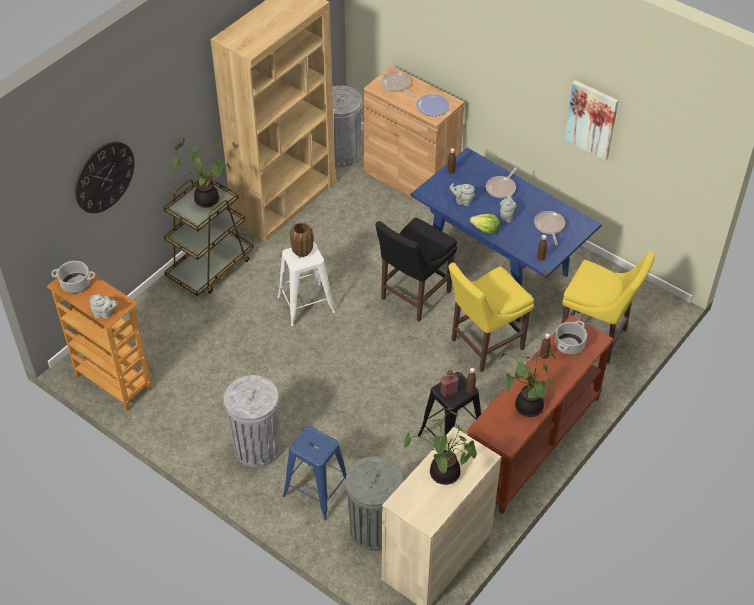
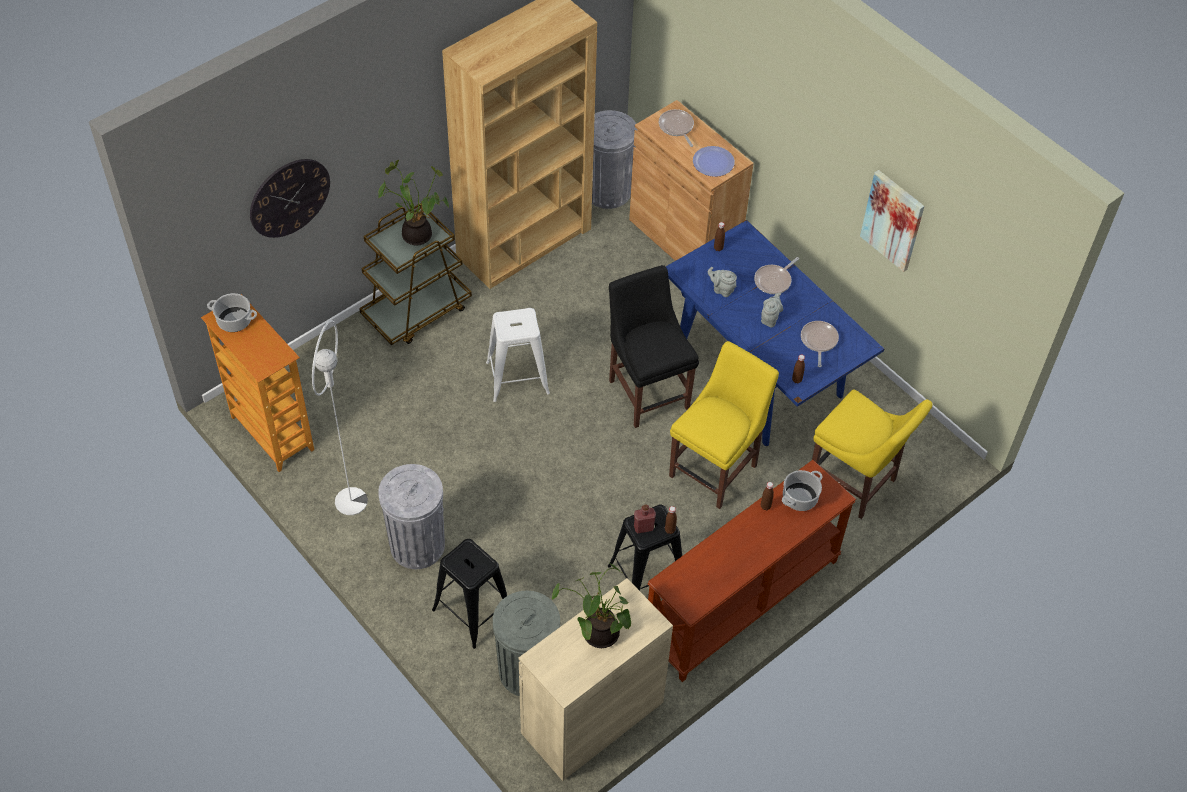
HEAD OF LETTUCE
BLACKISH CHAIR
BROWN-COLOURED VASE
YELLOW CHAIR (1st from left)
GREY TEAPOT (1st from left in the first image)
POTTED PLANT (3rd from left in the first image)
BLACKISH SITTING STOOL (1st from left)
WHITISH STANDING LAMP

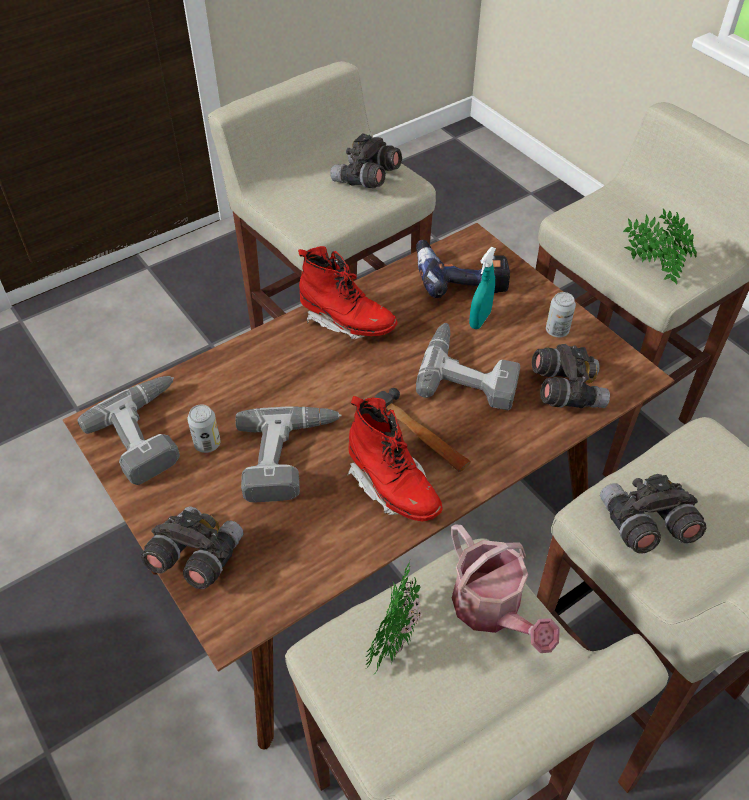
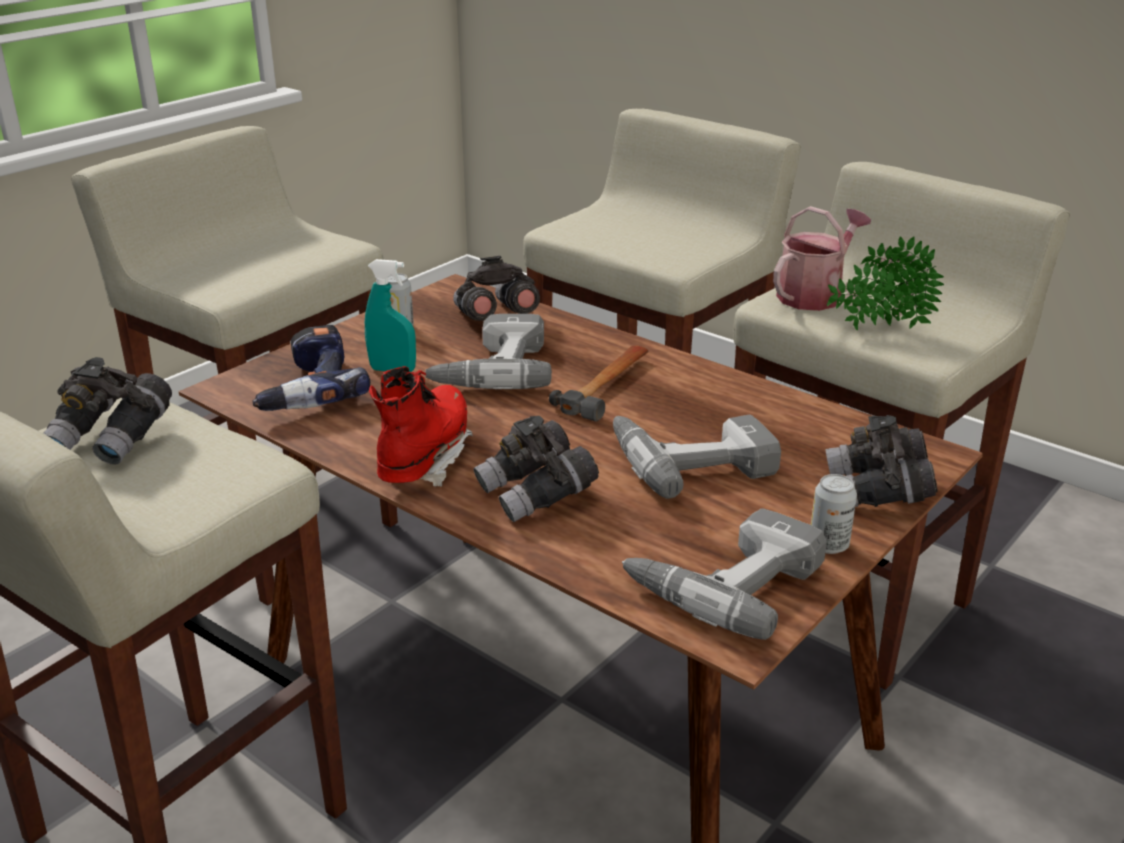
POTTED PLANT (2nd from left in the first image)
RED-COLOURED TALL BOOT (2nd from left in the first image)
CAN (2nd from left)
GREY PAIR OF BINOCULARS (3rd from left)

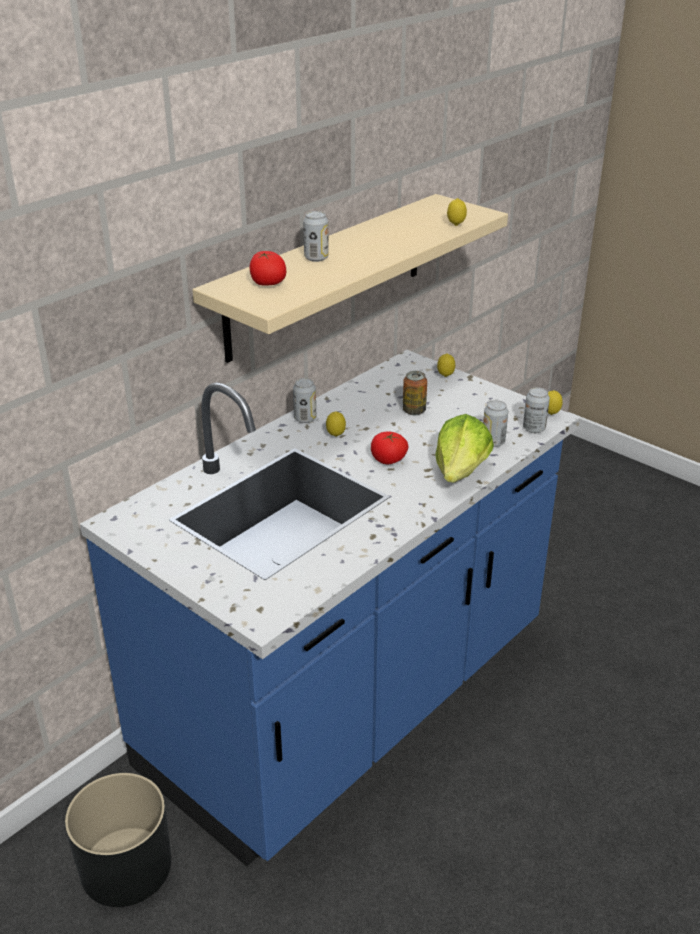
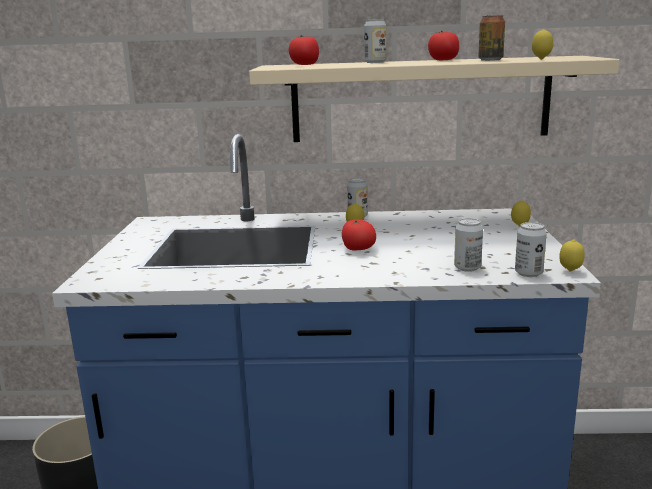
CAN (4th from left)
HEAD OF LETTUCE
WHOLE TOMATO (3rd from left)

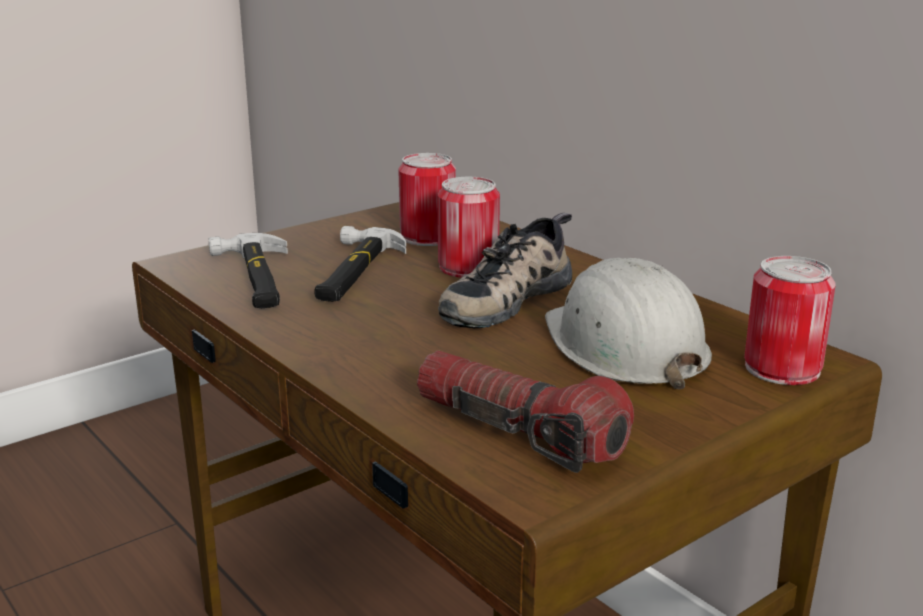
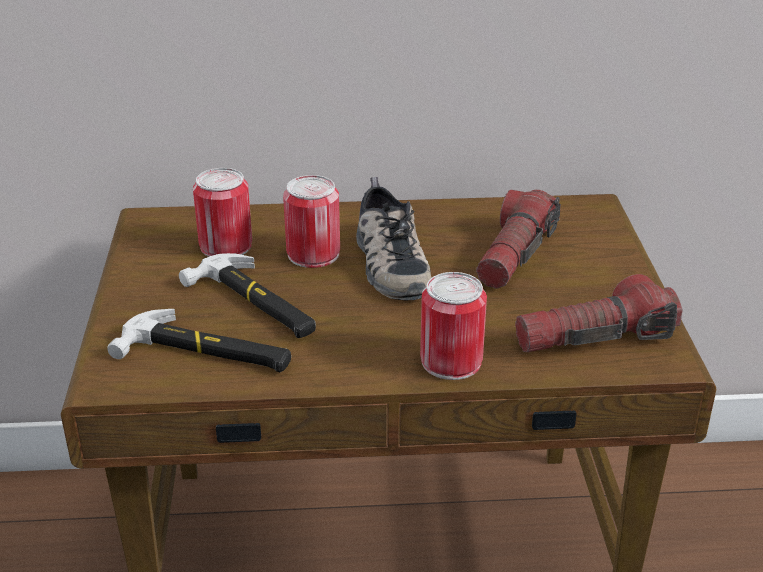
CAN (3rd from left)
HAND TORCH (1st from left)

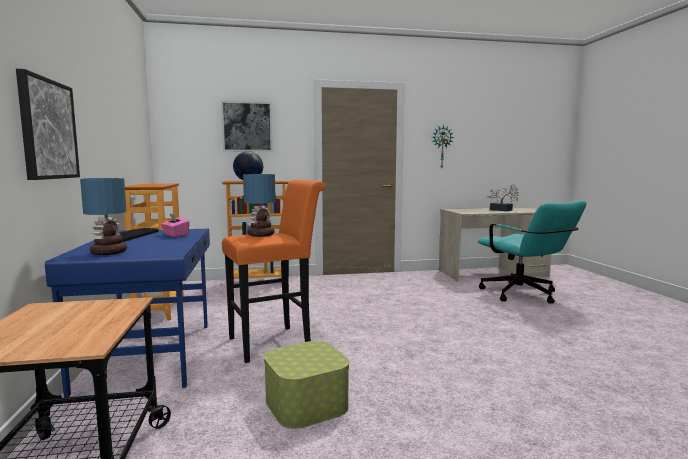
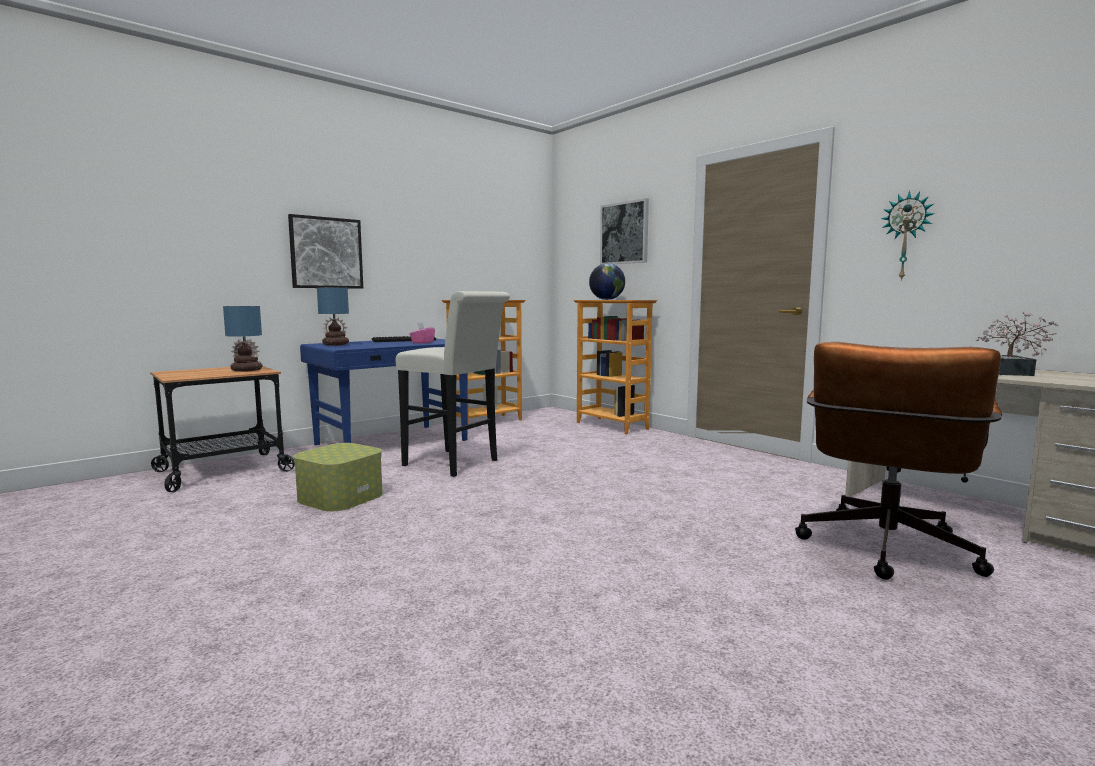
TABLE LAMP (1st from left)
WHITISH SITTING STOOL
BROWN-COLOURED DESK CHAIR

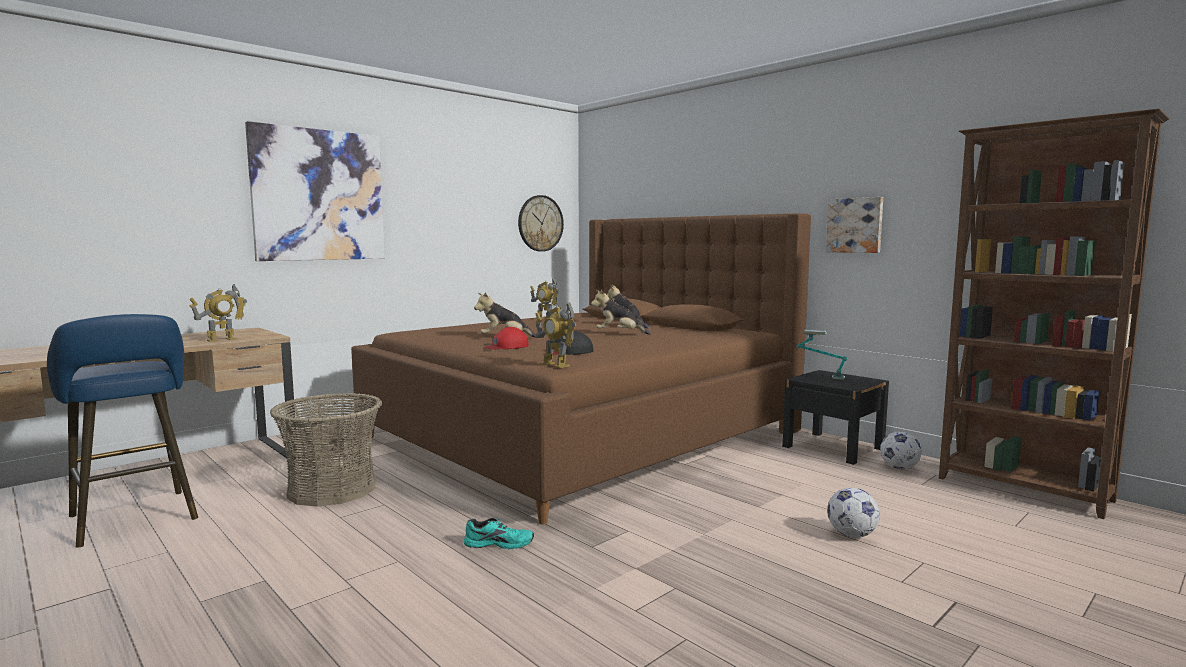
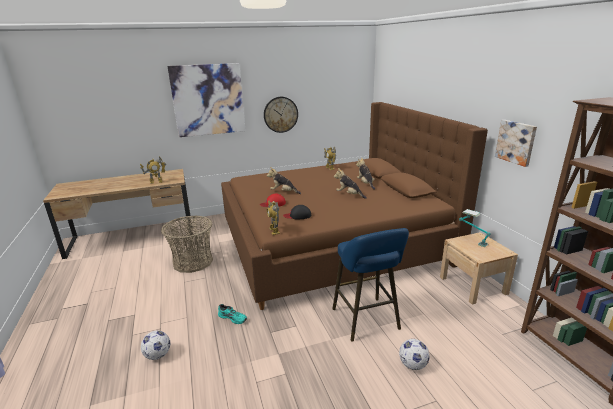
HANGING CLOCK
BLUE SITTING STOOL
BEIGE BEDSIDE TABLE
FOOTBALL BALL (1st from left)

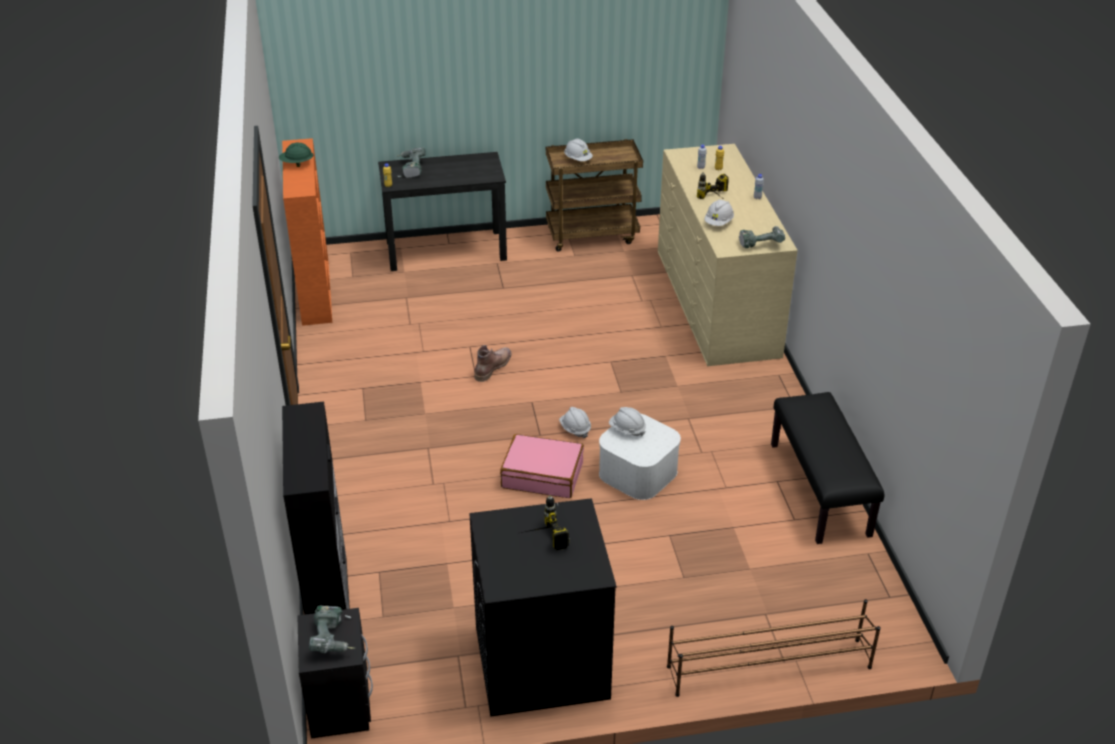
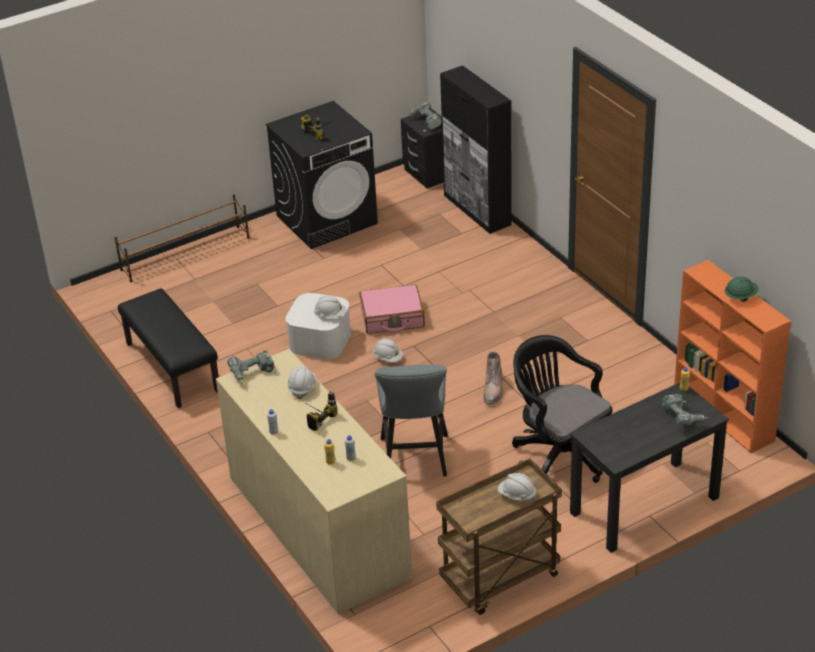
BLACKISH DESK CHAIR
GREY SITTING STOOL

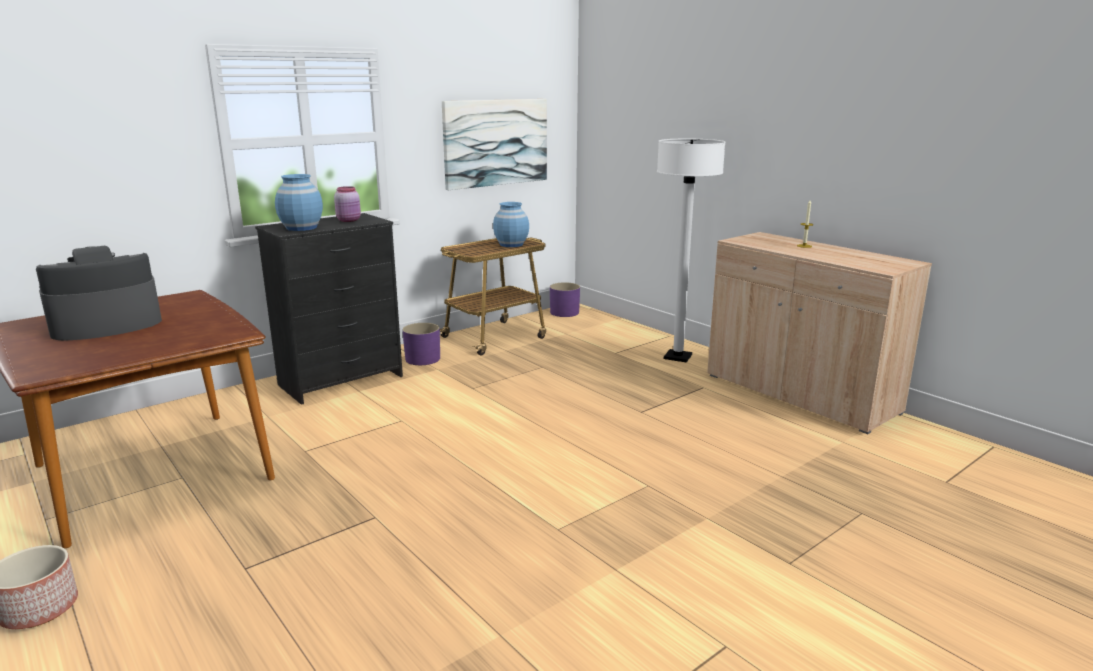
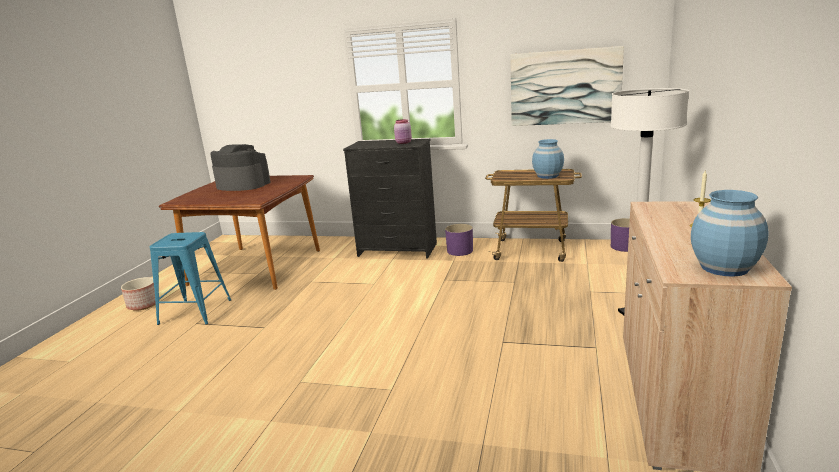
BLUE VASE (2nd from left)
BLUE SITTING STOOL

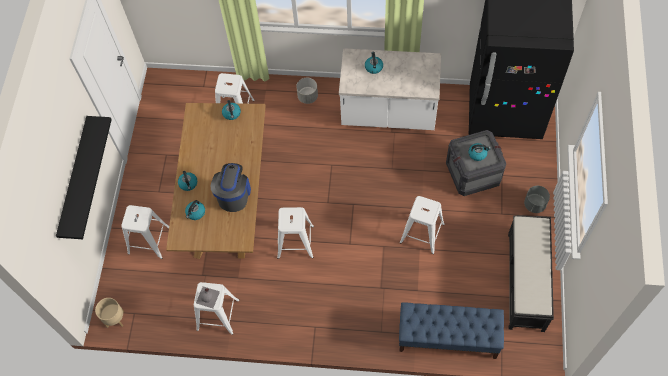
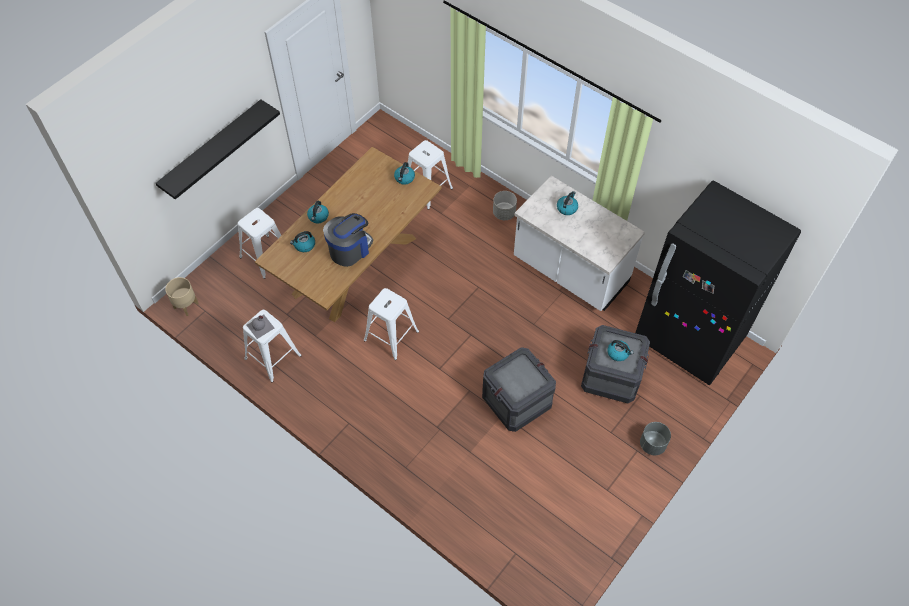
PACKING CRATE (1st from left)
BLACKISH BENCH
BLUE BENCH

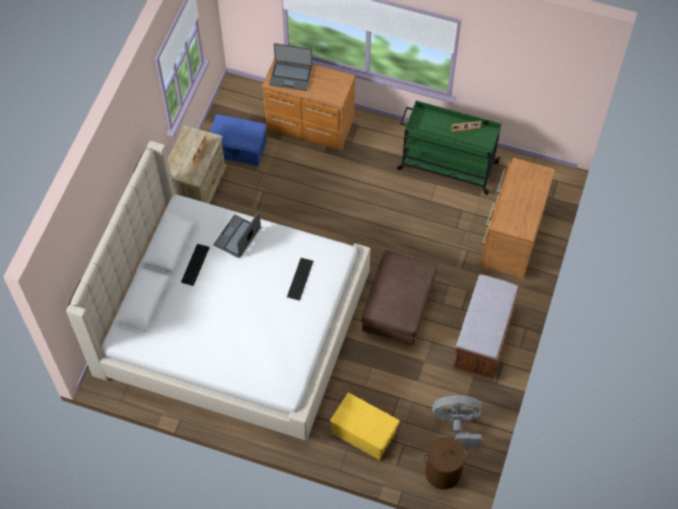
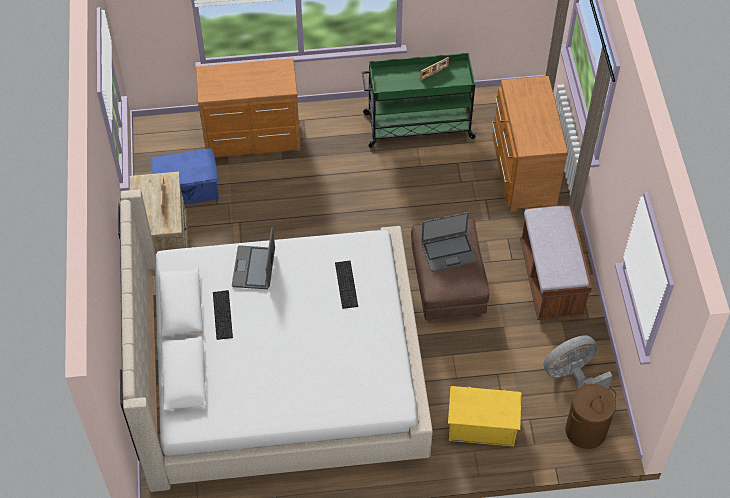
LAPTOP (2nd from left)

